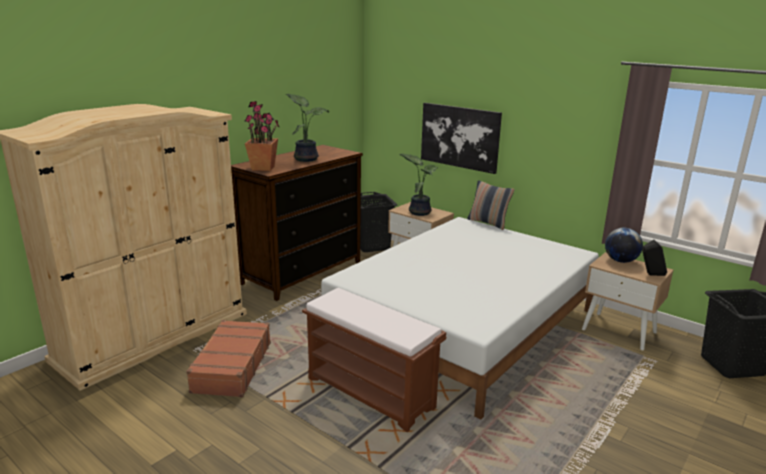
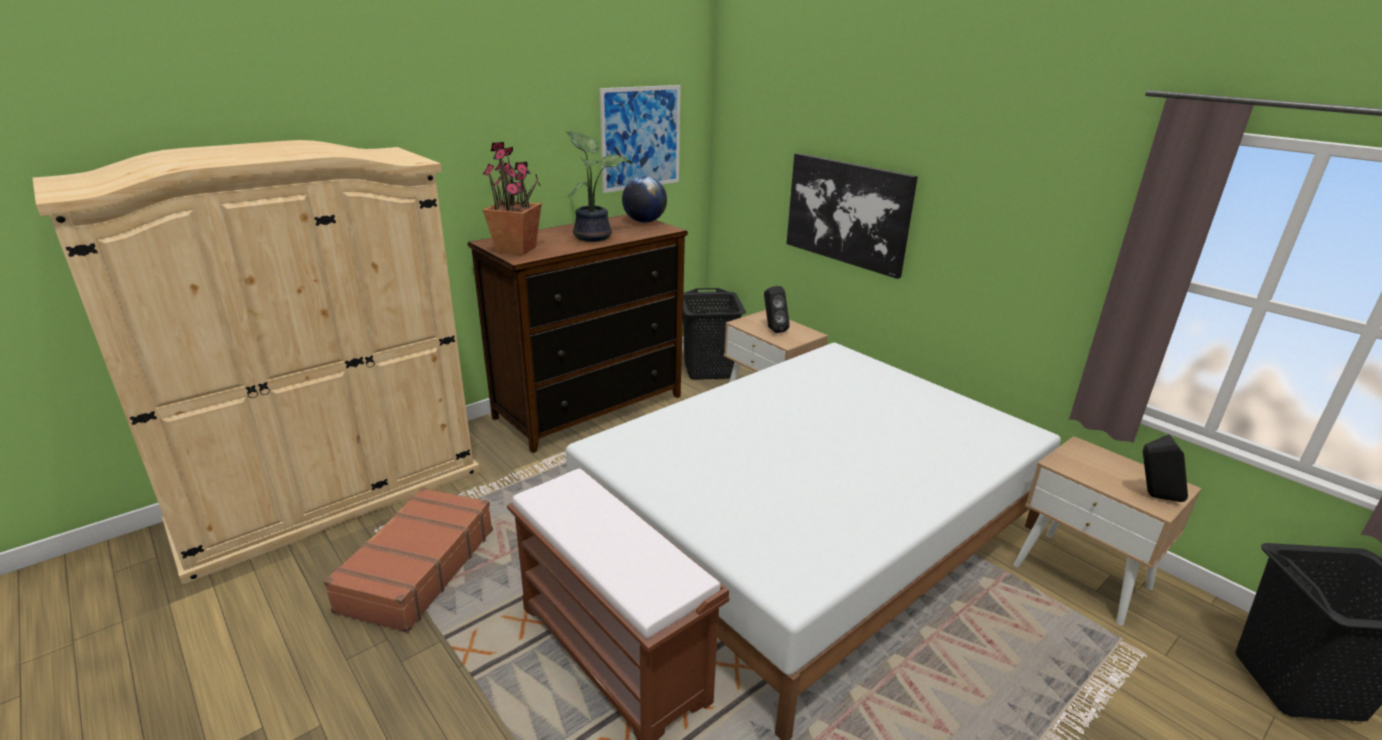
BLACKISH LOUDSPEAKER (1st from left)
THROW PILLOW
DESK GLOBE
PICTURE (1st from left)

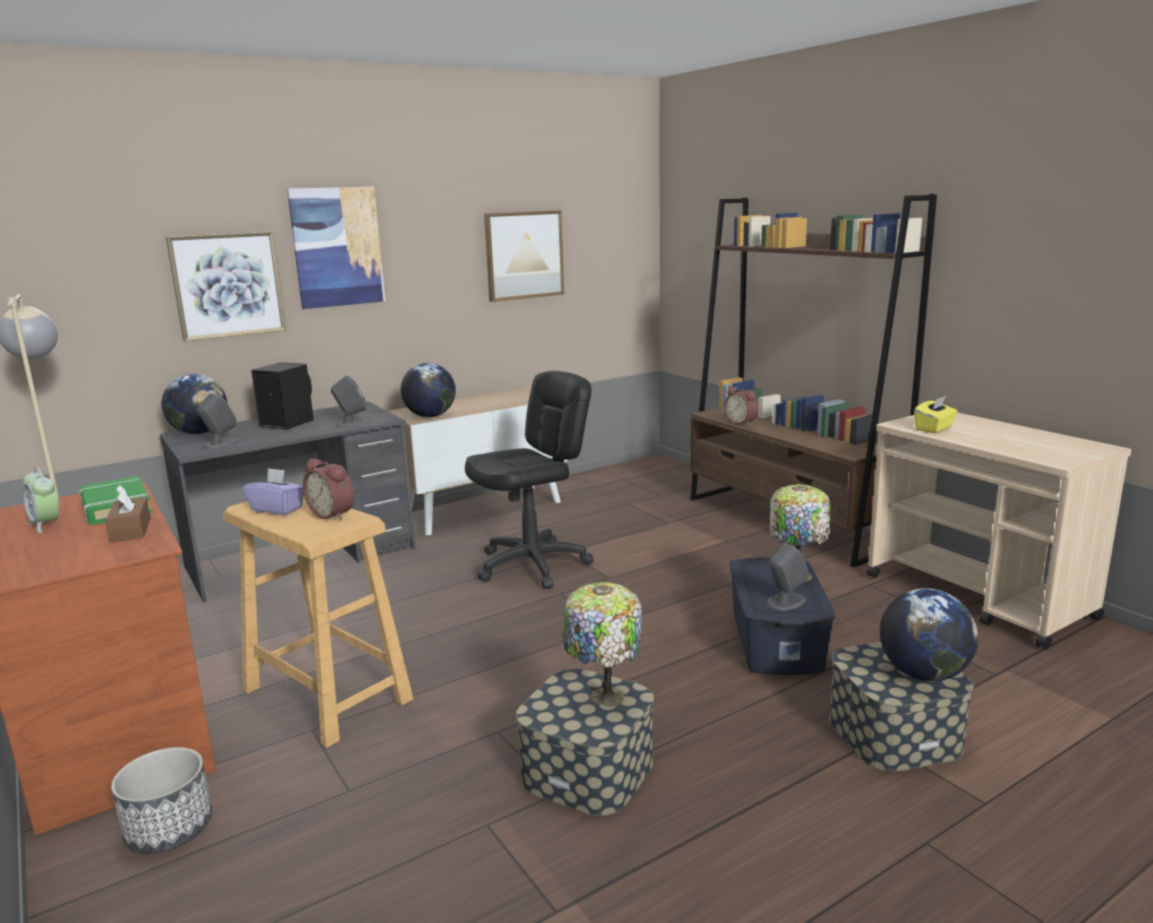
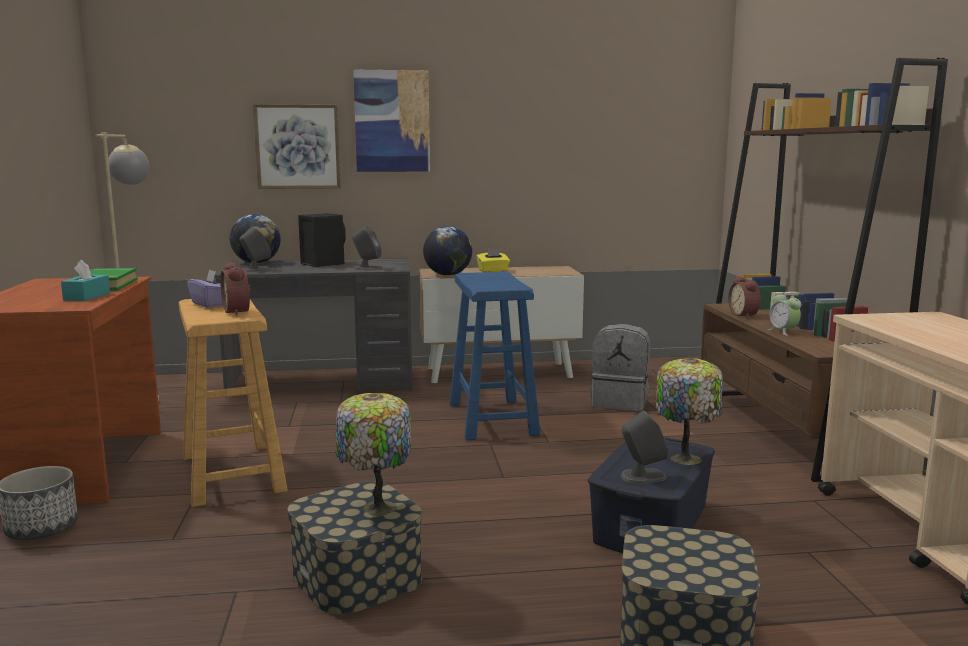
PICTURE (3rd from left in the first image)
BLUE SITTING STOOL
YELLOW TISSUE HOLDER
ALARM CLOCK (3rd from left)
BLUE-GREEN TISSUE HOLDER
DESK GLOBE (3rd from left in the first image)
GREY BACKPACK

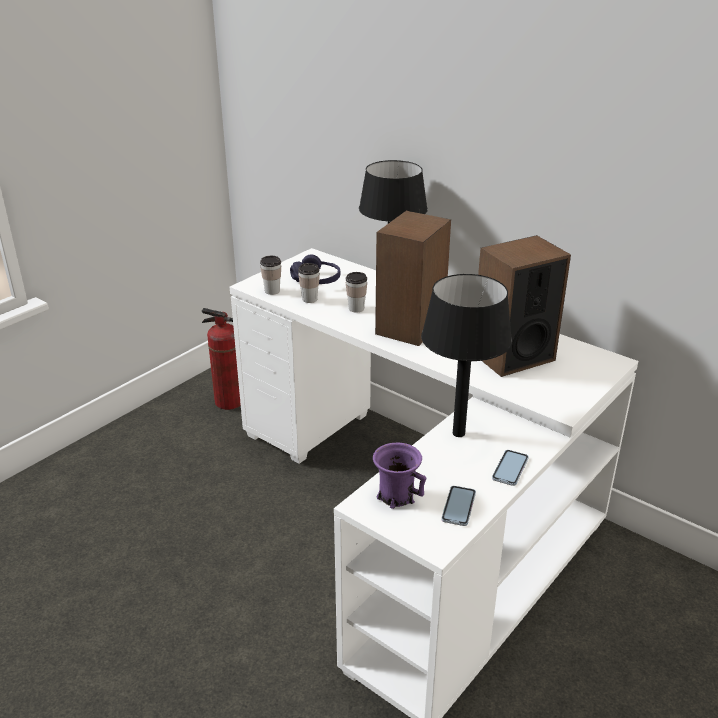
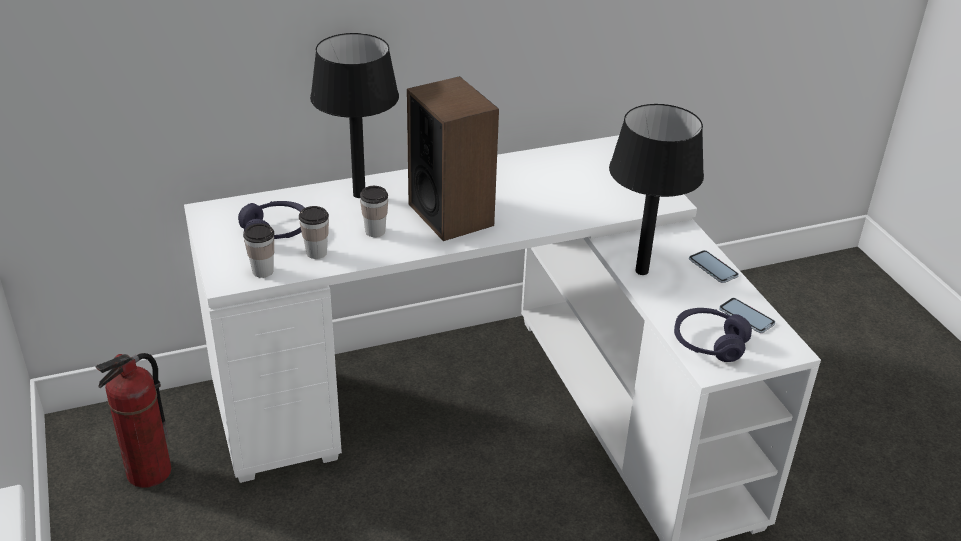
LOUDSPEAKER (2nd from left in the first image)
PURPLE HEADPHONES (2nd from left)

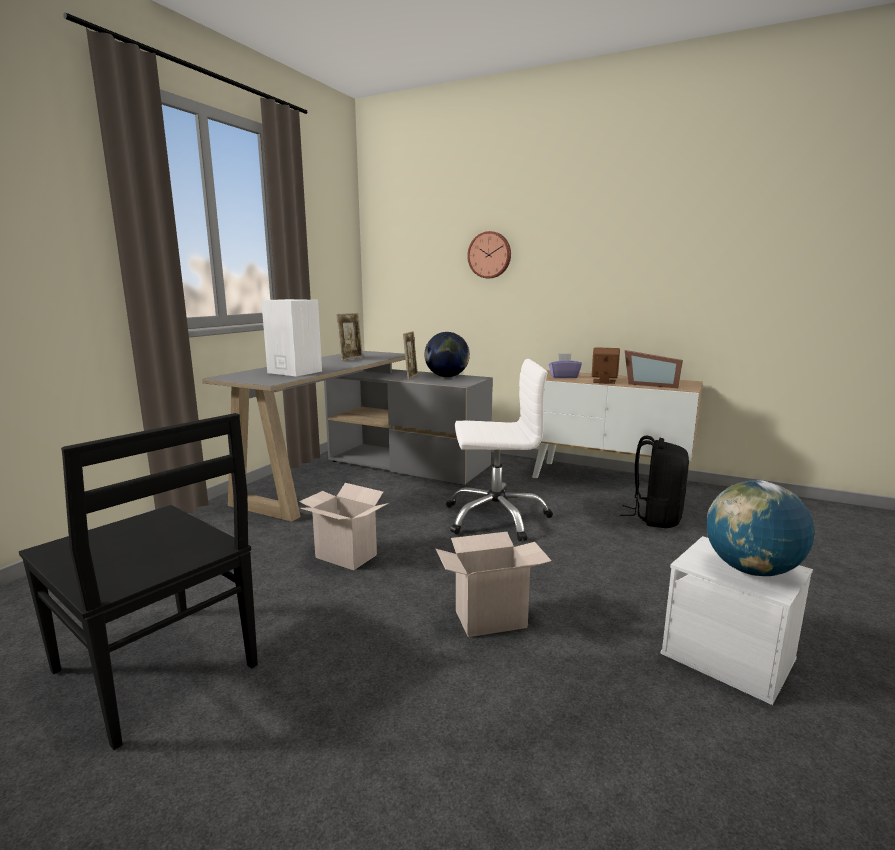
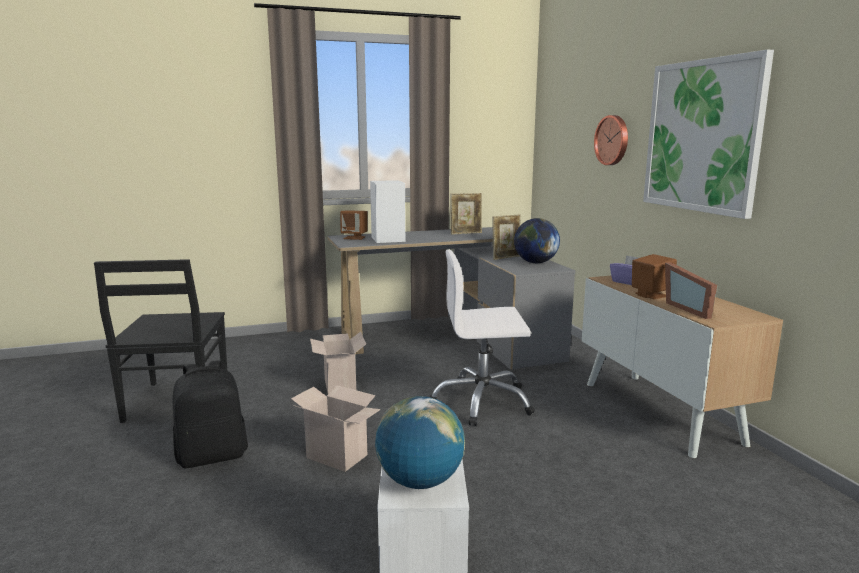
WHITISH DESK CHAIR
BLACKISH BACKPACK
PICTURE
BROWN-COLOURED LOUDSPEAKER (1st from left)

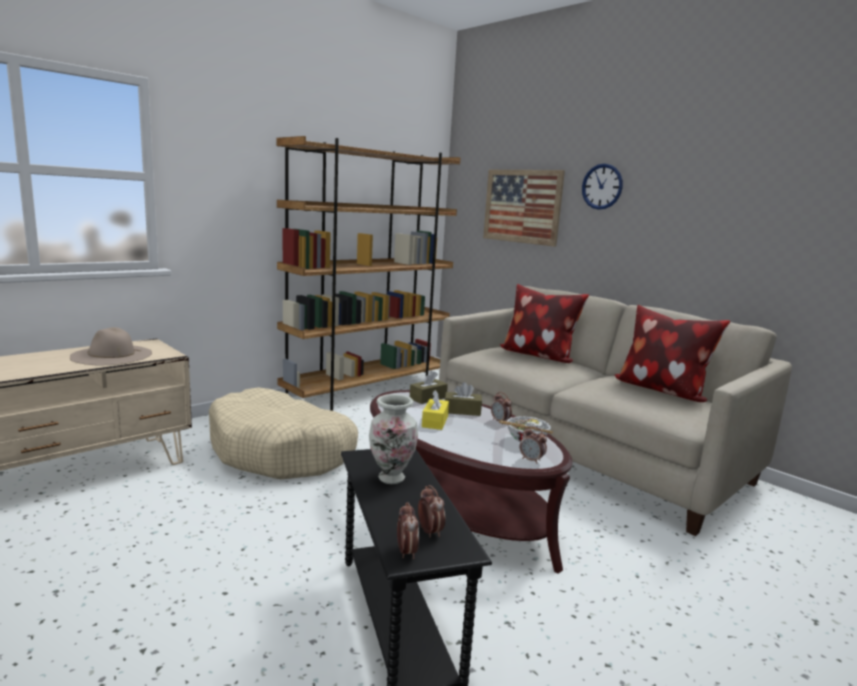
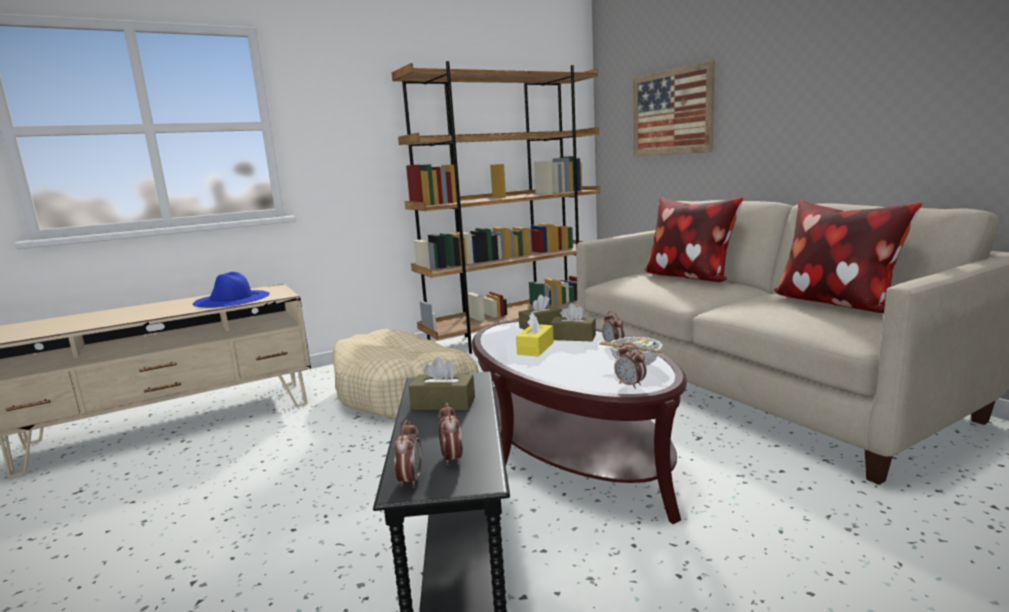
HANGING CLOCK
BLUE CLOTHING HAT
BROWN-COLOURED TISSUE HOLDER (1st from left)

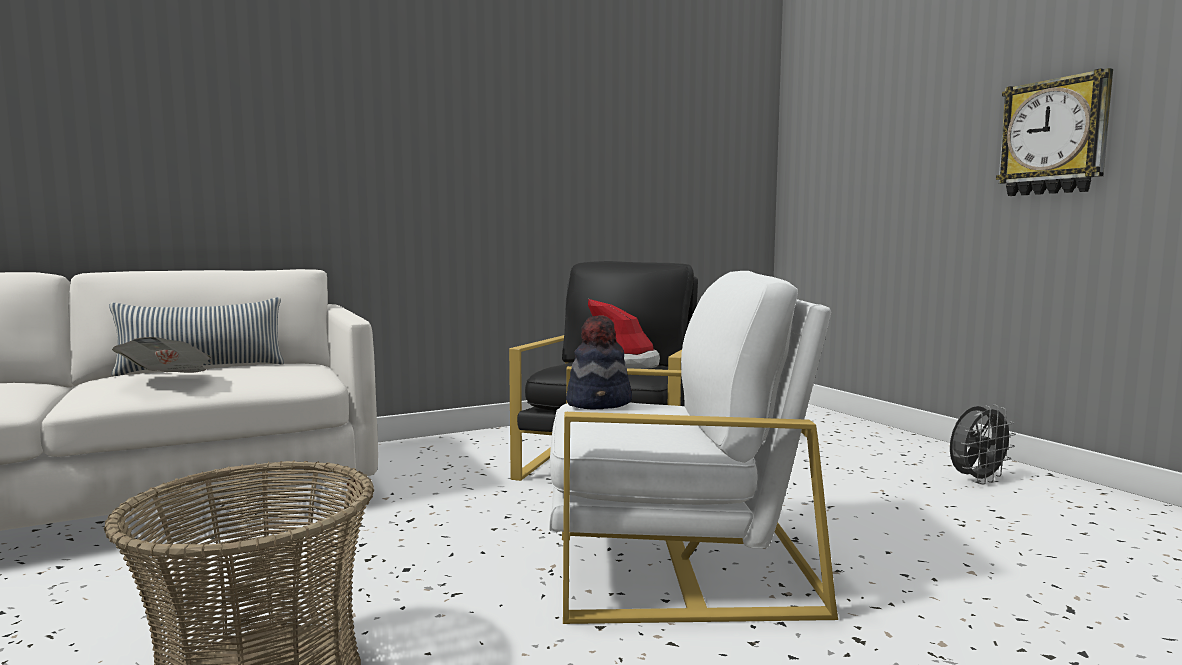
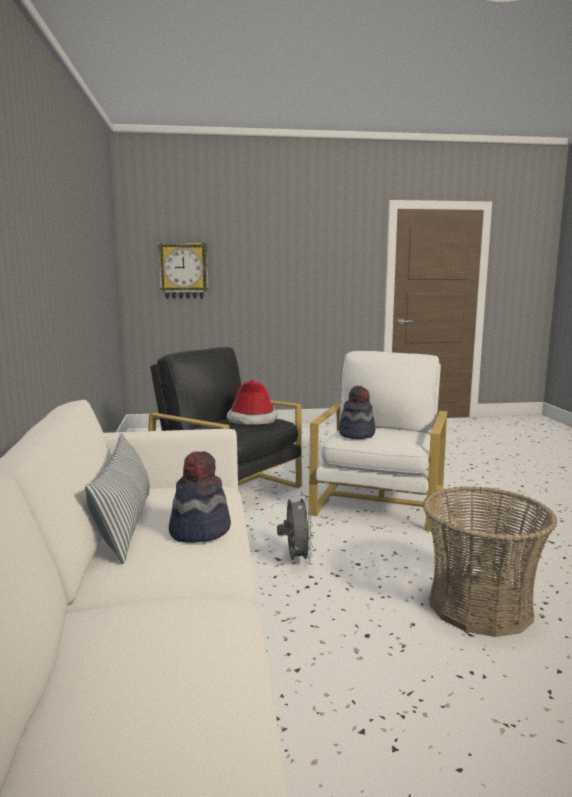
HANGING CLOCK
CLOTHING HAT (1st from left)
GREY FAN

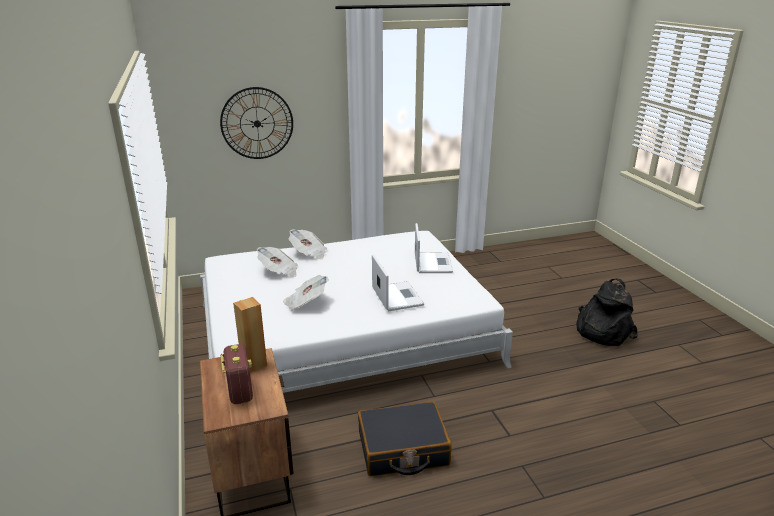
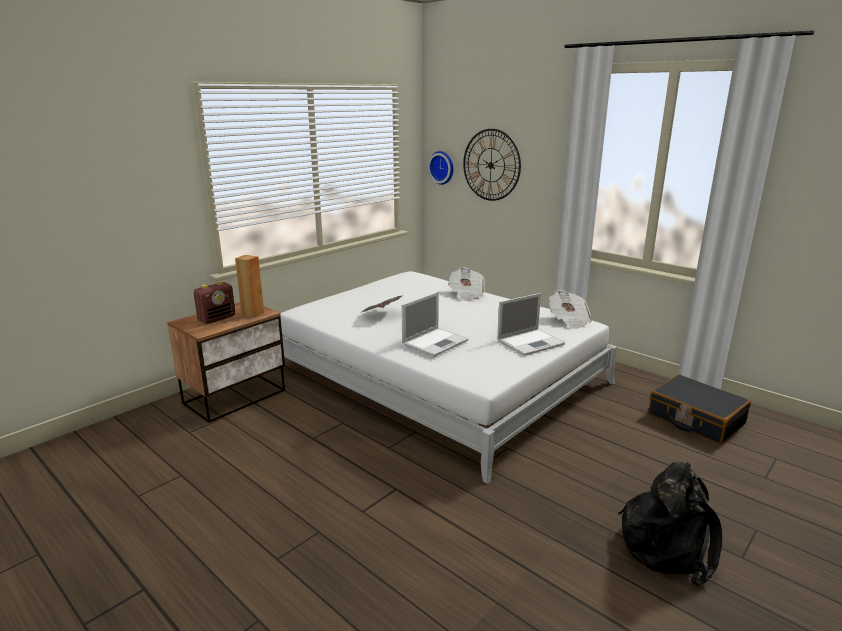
DAILY PAPER (3rd from left)
BLACKISH SUITCASE
HANGING CLOCK (1st from left)

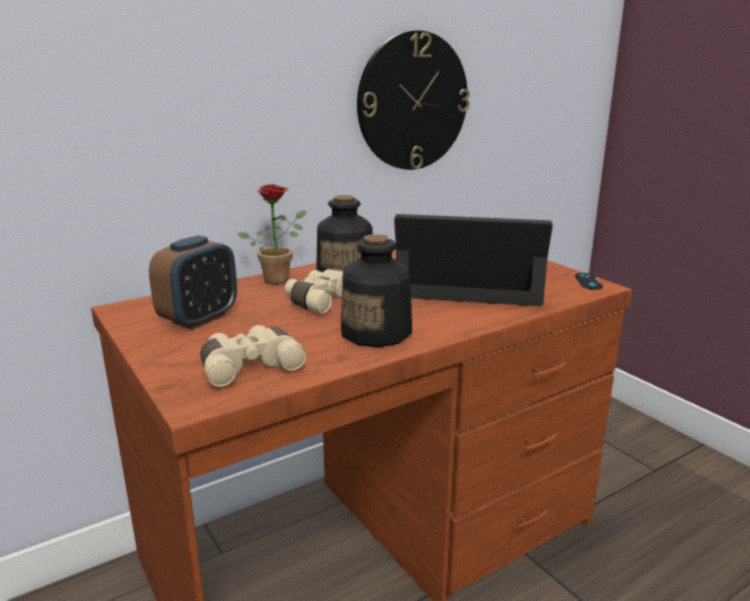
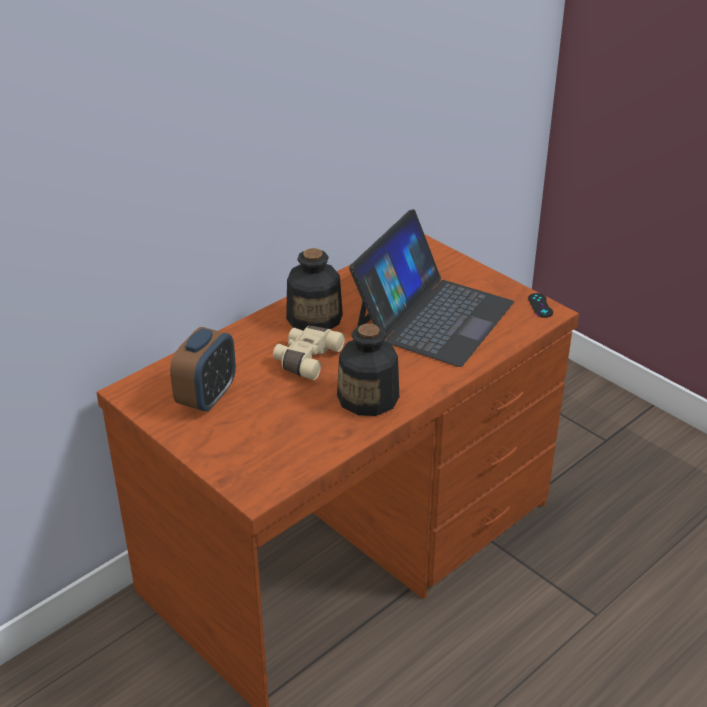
HANGING CLOCK
POTTED PLANT
LAPTOP
BEIGE PAIR OF BINOCULARS (1st from left in the first image)

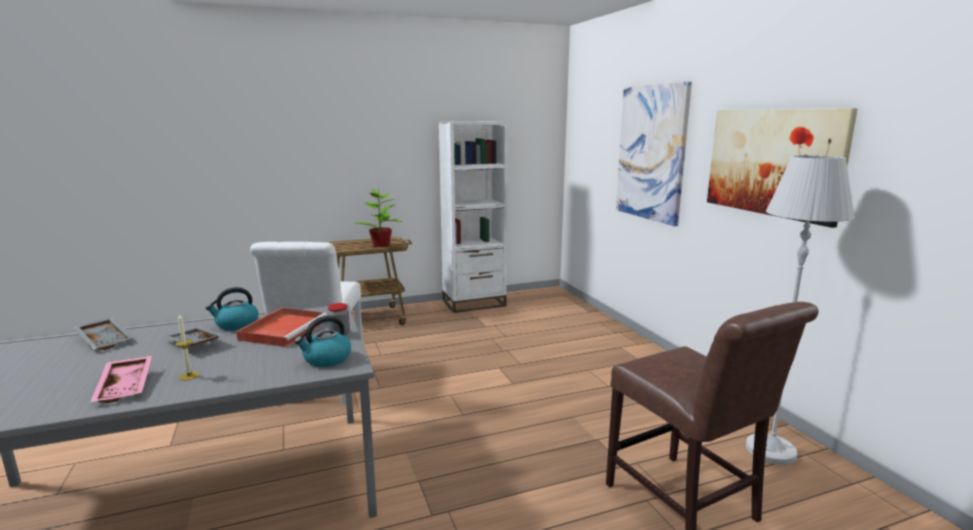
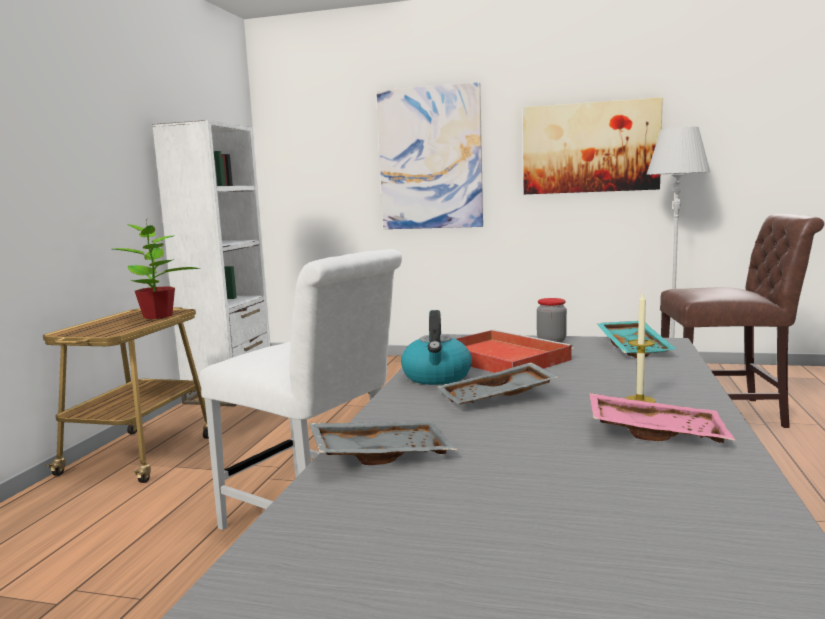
BLUE-GREEN CARRYING TRAY

